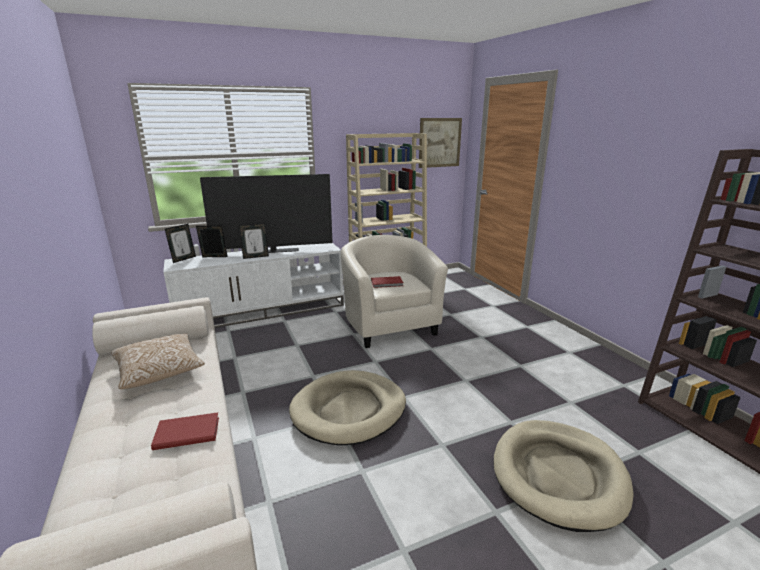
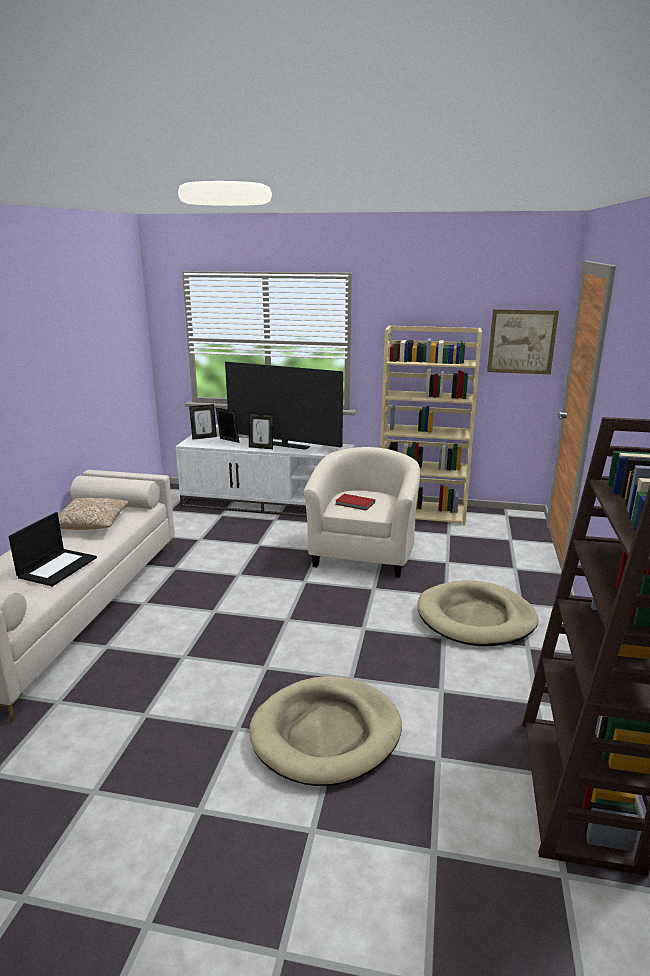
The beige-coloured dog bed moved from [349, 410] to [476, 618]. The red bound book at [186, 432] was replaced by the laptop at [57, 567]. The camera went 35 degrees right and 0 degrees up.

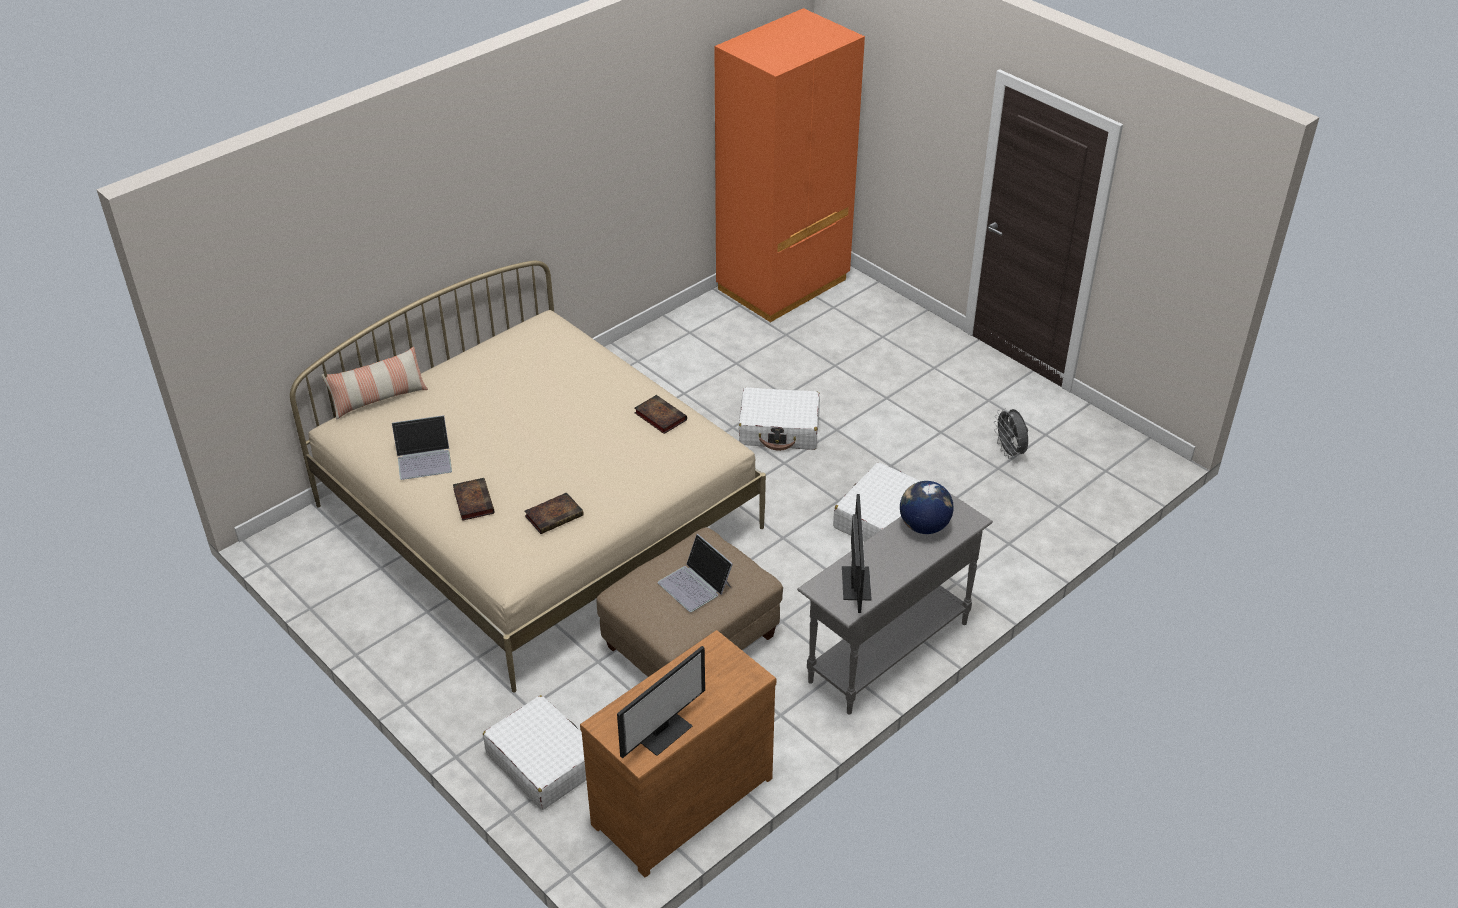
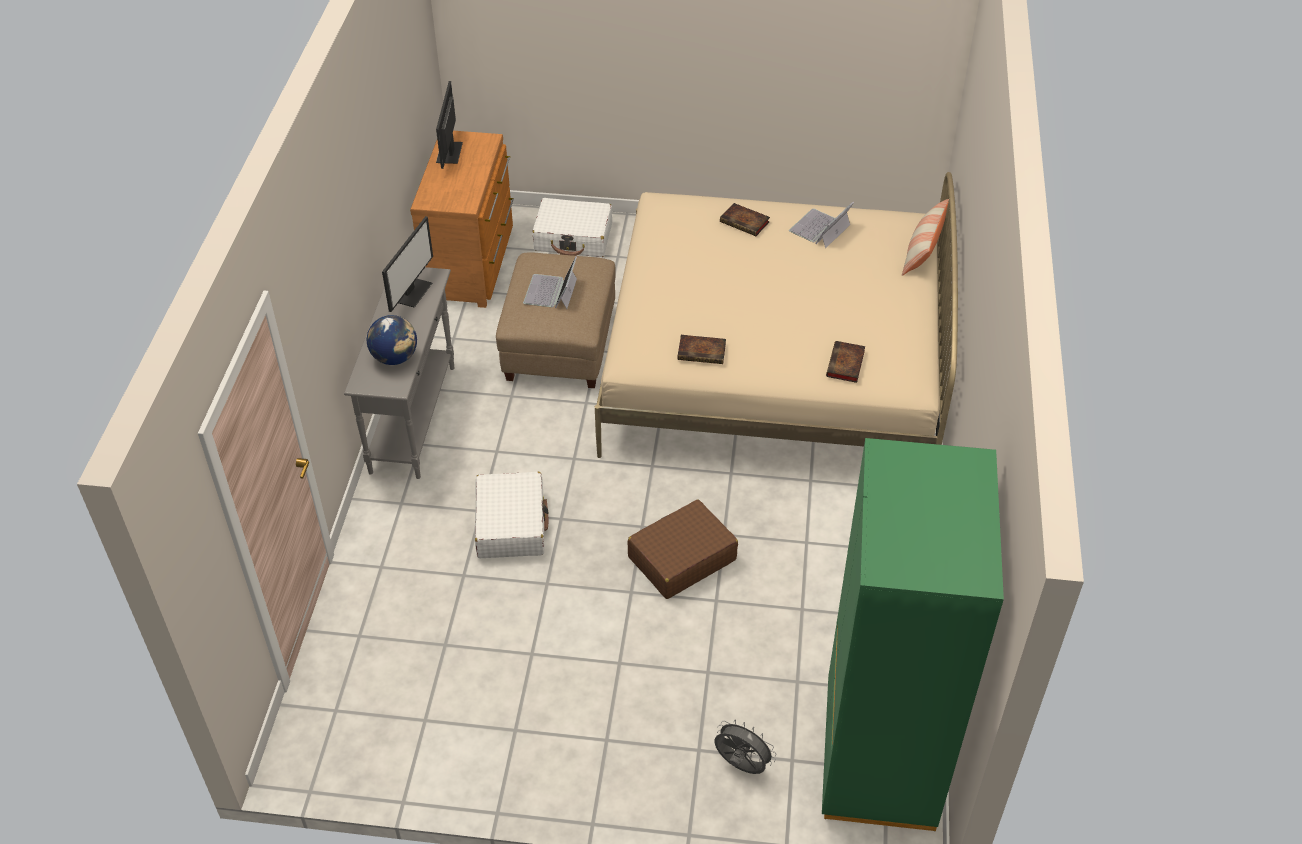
The orange-coloured wardrobe at [783, 285] became the greenish wardrobe at [879, 756]. The white suitcase at [779, 429] became the brown suitcase at [681, 558]. The gray cooling fan moved from [1010, 452] to [740, 766]. The bound book moved from [555, 515] to [845, 365]. The computer screen at [855, 583] turned 120 degrees counterclockwise. The laptop at [695, 584] turned 90 degrees counterclockwise. The camera went 140 degrees right and 5 degrees up.

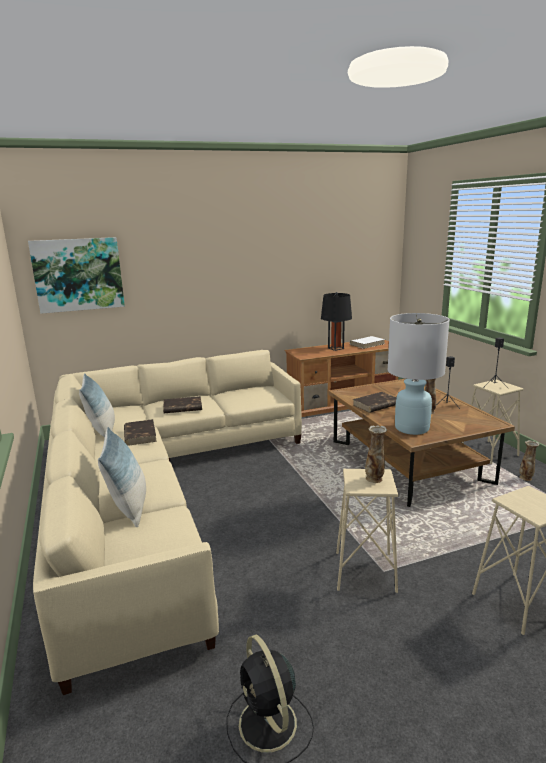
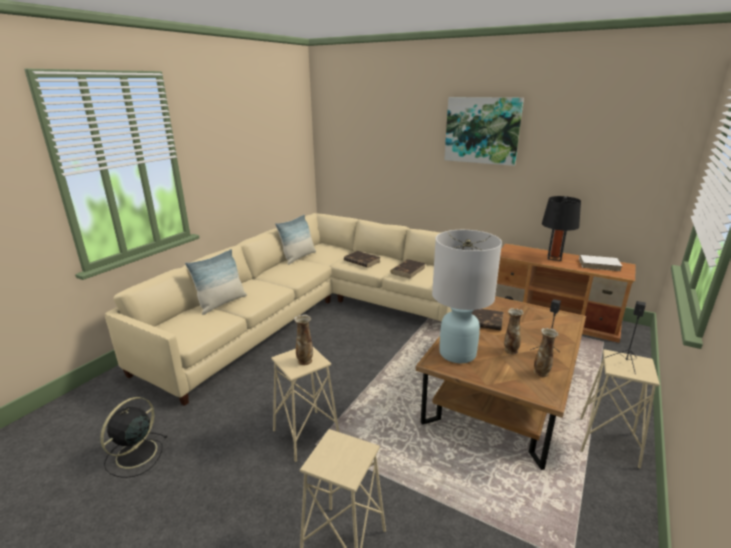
The picture moved from [78, 274] to [482, 130]. The brown bound book moved from [140, 434] to [408, 270]. The decorative vase moved from [526, 478] to [541, 373]. The camera went 50 degrees right and 5 degrees up.

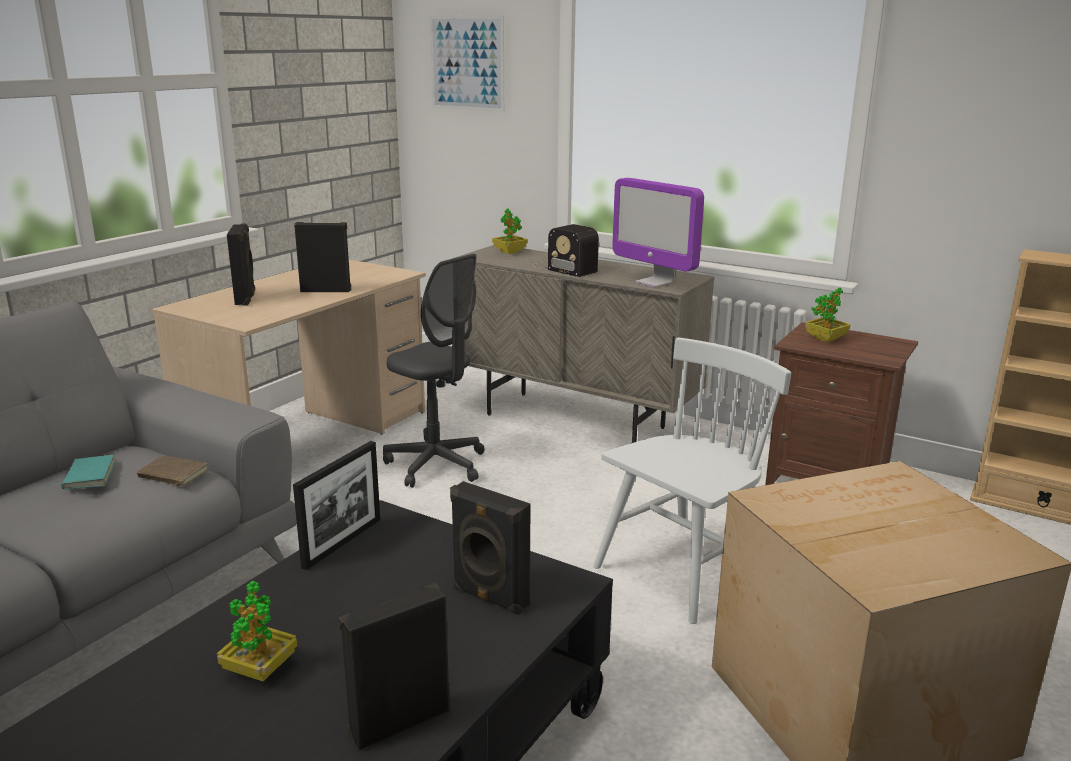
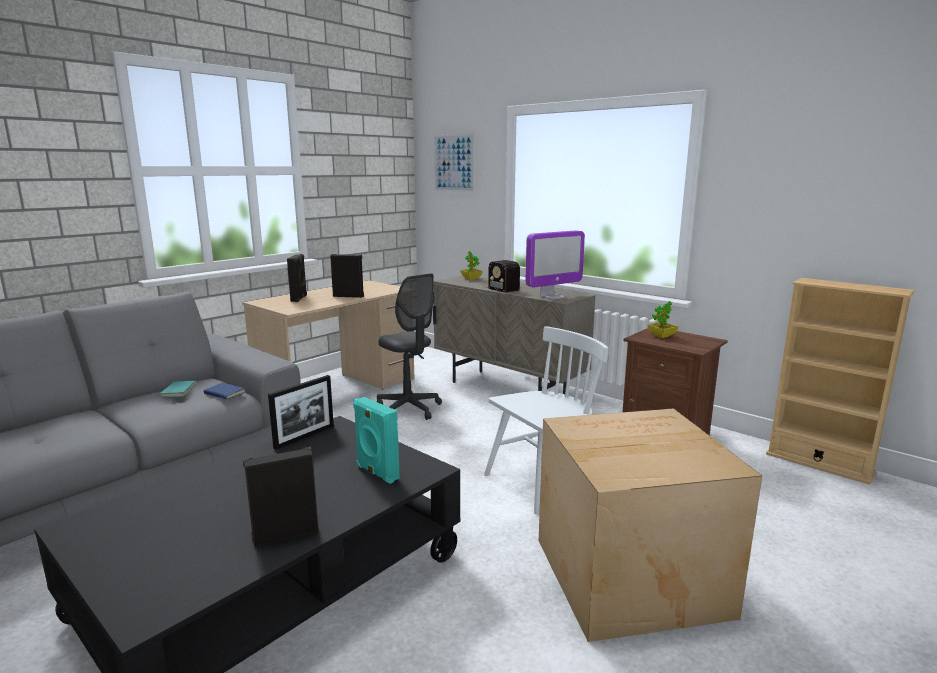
The computer screen at [654, 282] turned 90 degrees counterclockwise. The brown bound book at [171, 475] became the blue-coloured bound book at [223, 394]. The black audio speaker at [489, 598] became the turquoise-coloured audio speaker at [376, 473]. The potted plant at [260, 669] disappeared. The camera went 10 degrees right and 5 degrees down.

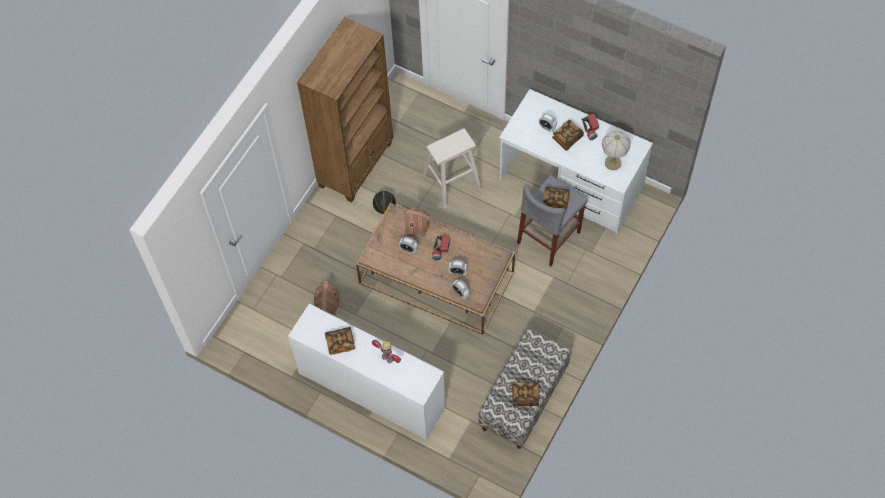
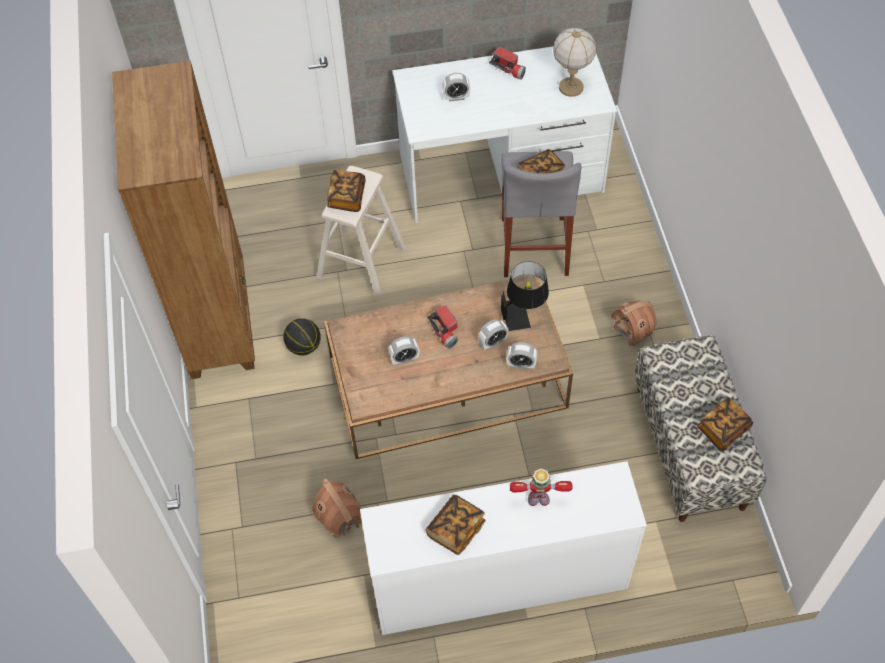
The bound book moved from [567, 138] to [347, 197]. The miniature house moved from [417, 227] to [632, 330]. The black lamp for a table at [523, 313] appeared. The camera went 40 degrees left and 5 degrees down.

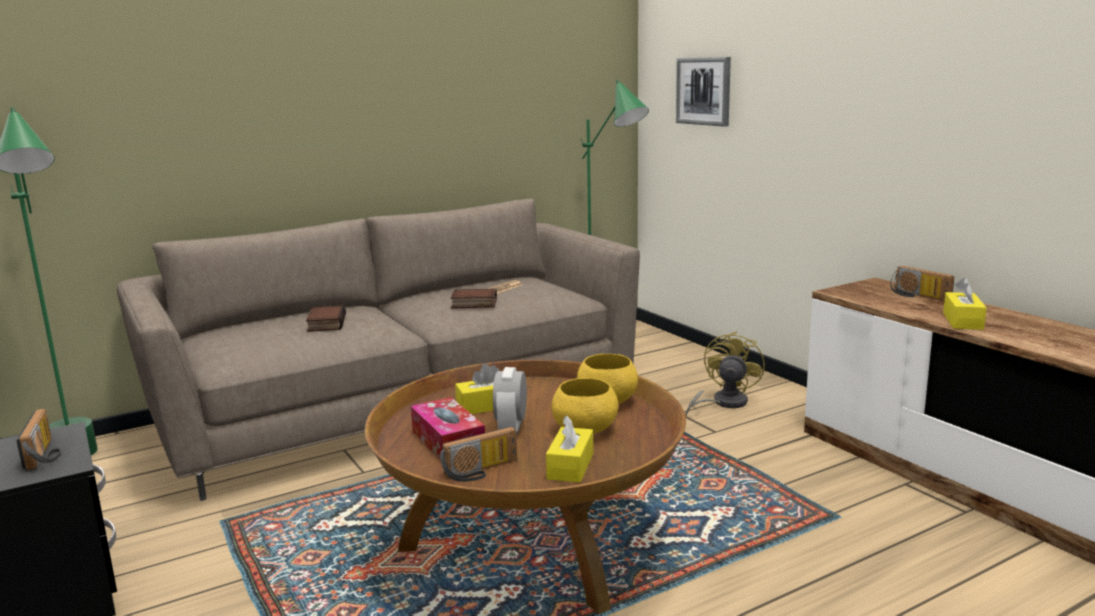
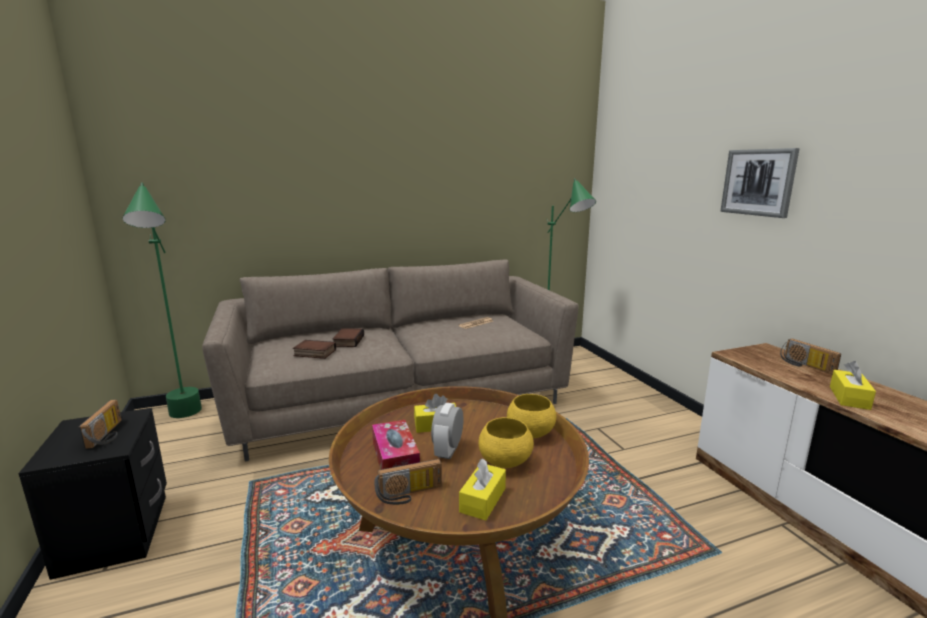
The picture moved from [704, 91] to [758, 182]. The bound book moved from [473, 304] to [314, 353]. The yellowish cooling fan at [723, 403] disappeared. The camera went 10 degrees right and 0 degrees up.

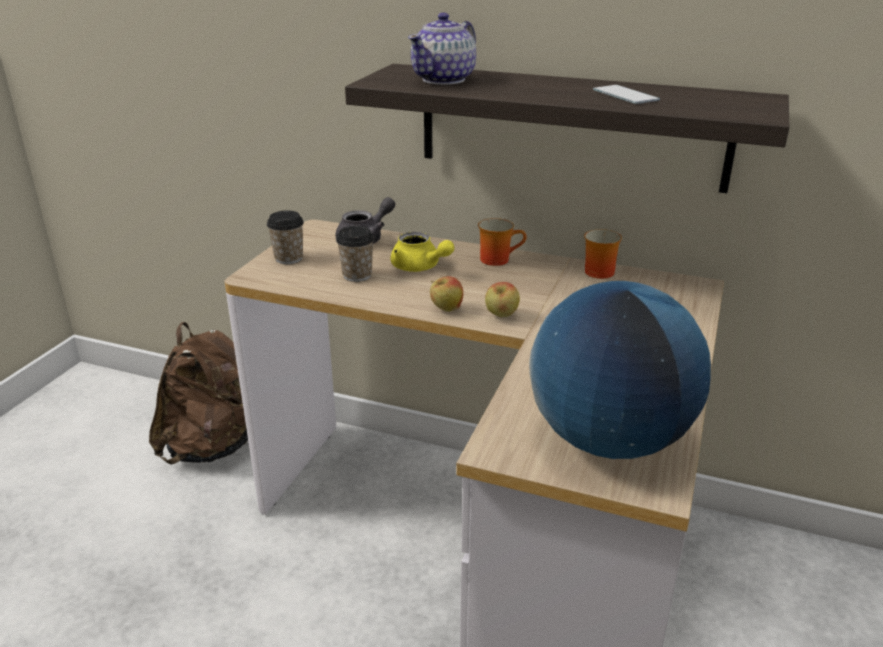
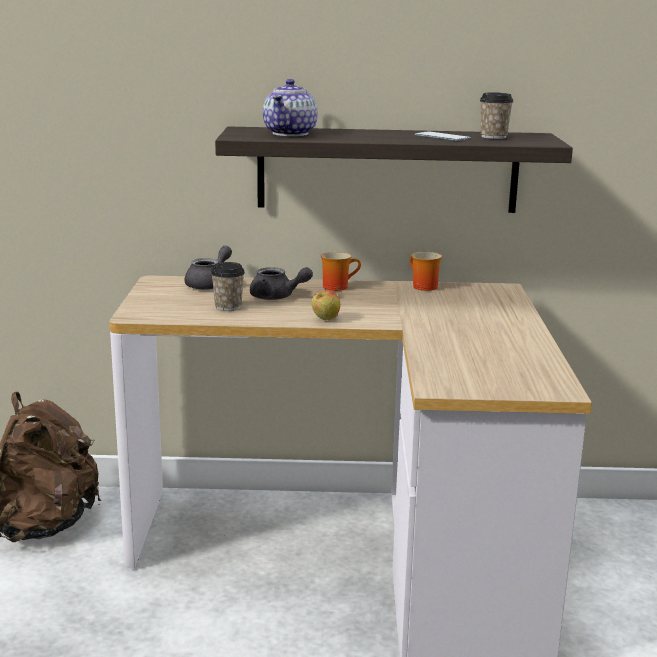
The cup moved from [288, 258] to [493, 137]. The yellowish teapot at [419, 267] became the gray teapot at [277, 297]. The globe at [608, 440] disappeared. The apple at [501, 316] disappeared. The camera went 20 degrees left and 10 degrees down.

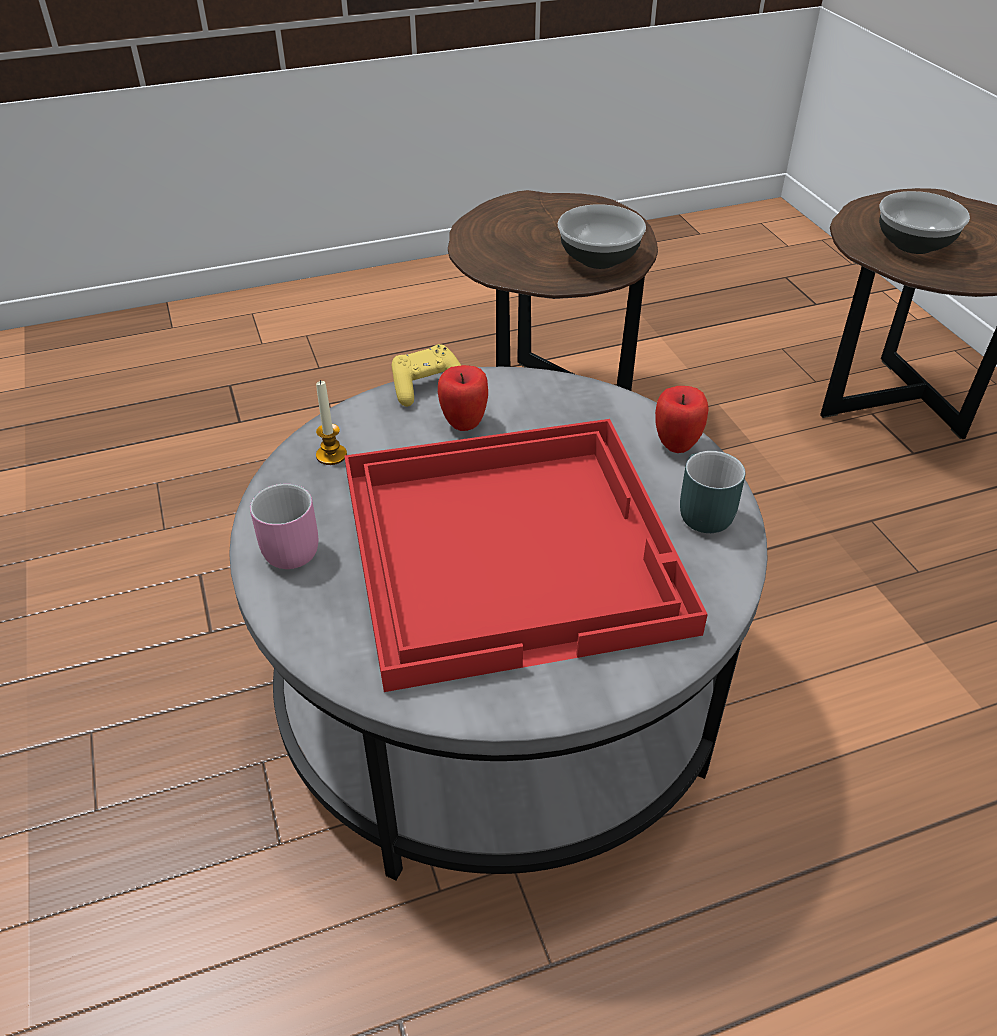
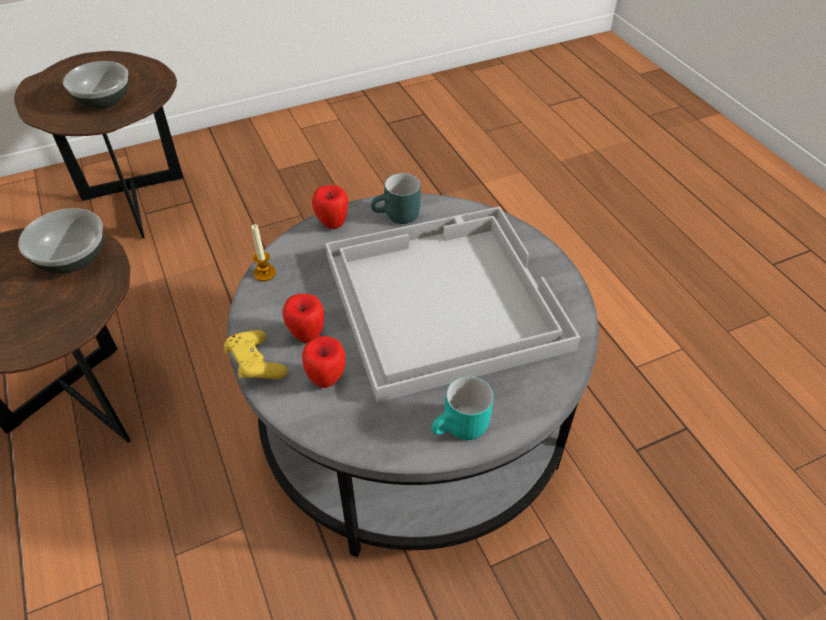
The wax candle moved from [331, 455] to [264, 273]. The red carrying tray at [512, 546] became the white carrying tray at [441, 299]. The pinkish tea mug at [283, 546] became the turquoise-coloured tea mug at [462, 429]. The apple at [326, 380] appeared. The camera went 95 degrees left and 5 degrees up.

